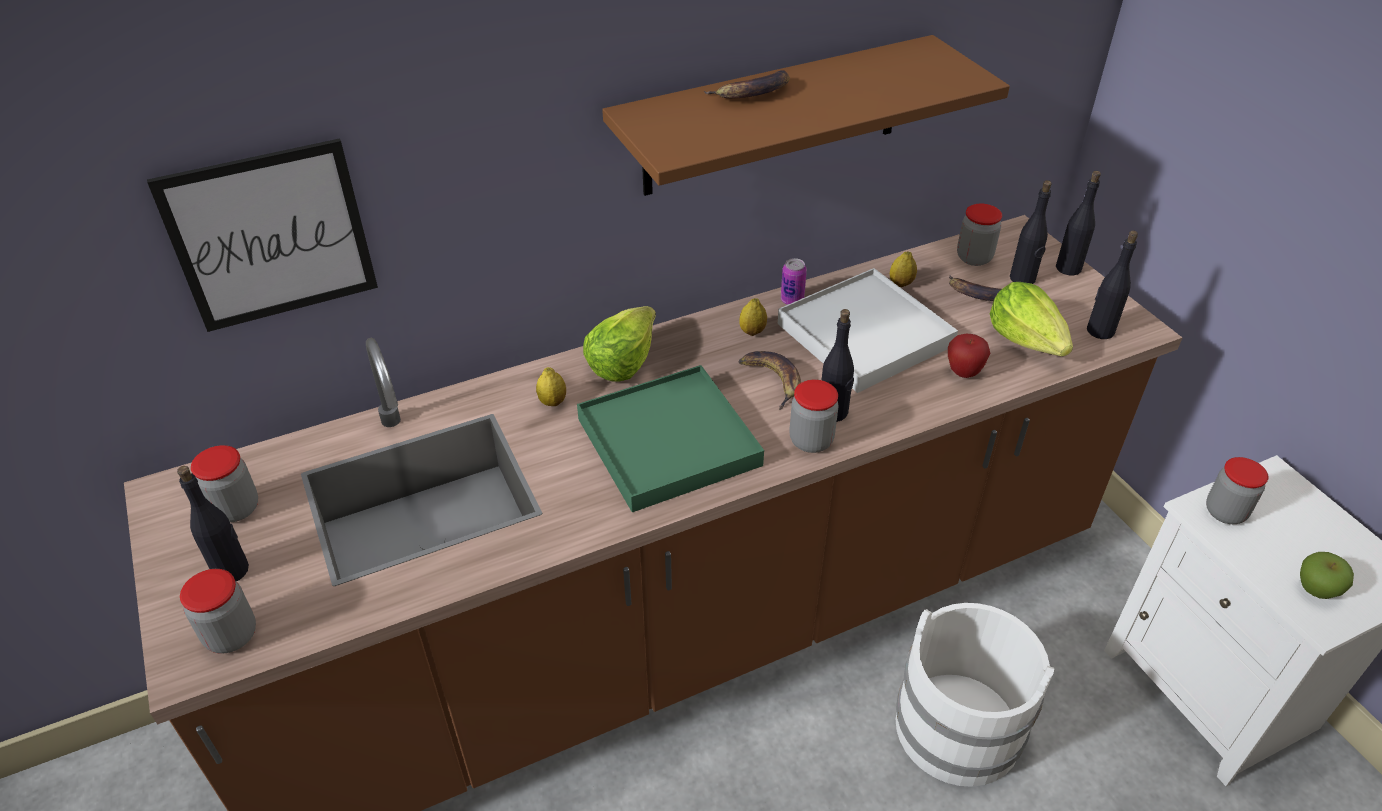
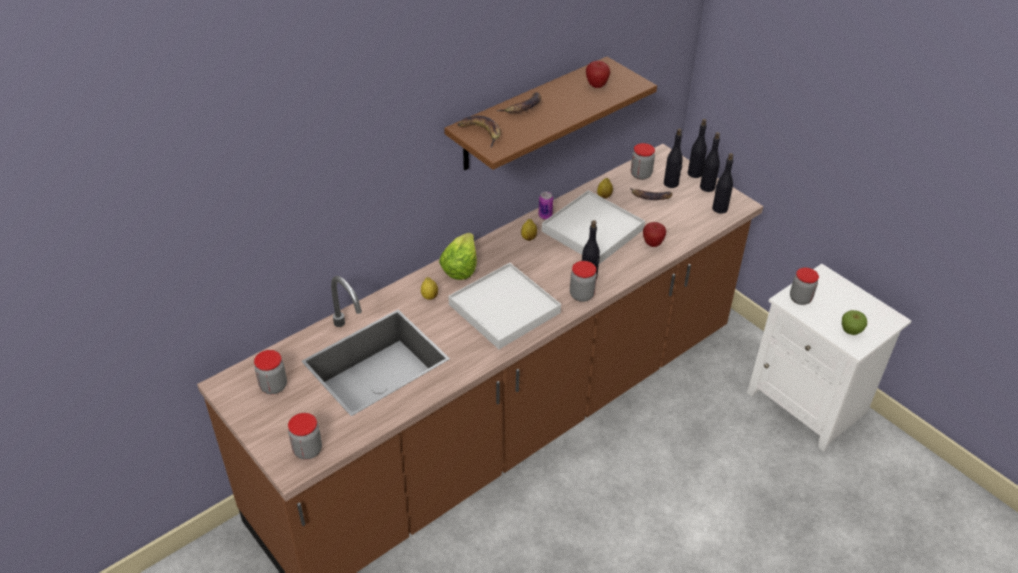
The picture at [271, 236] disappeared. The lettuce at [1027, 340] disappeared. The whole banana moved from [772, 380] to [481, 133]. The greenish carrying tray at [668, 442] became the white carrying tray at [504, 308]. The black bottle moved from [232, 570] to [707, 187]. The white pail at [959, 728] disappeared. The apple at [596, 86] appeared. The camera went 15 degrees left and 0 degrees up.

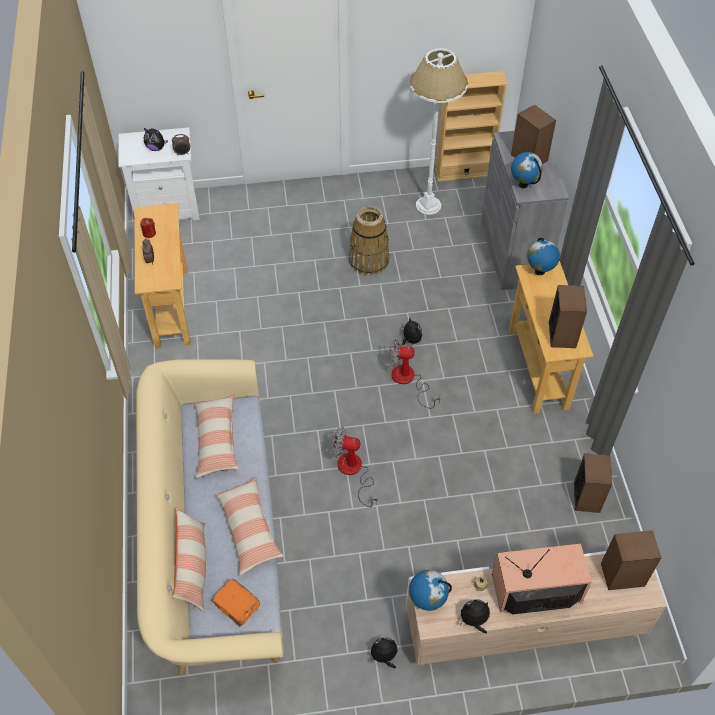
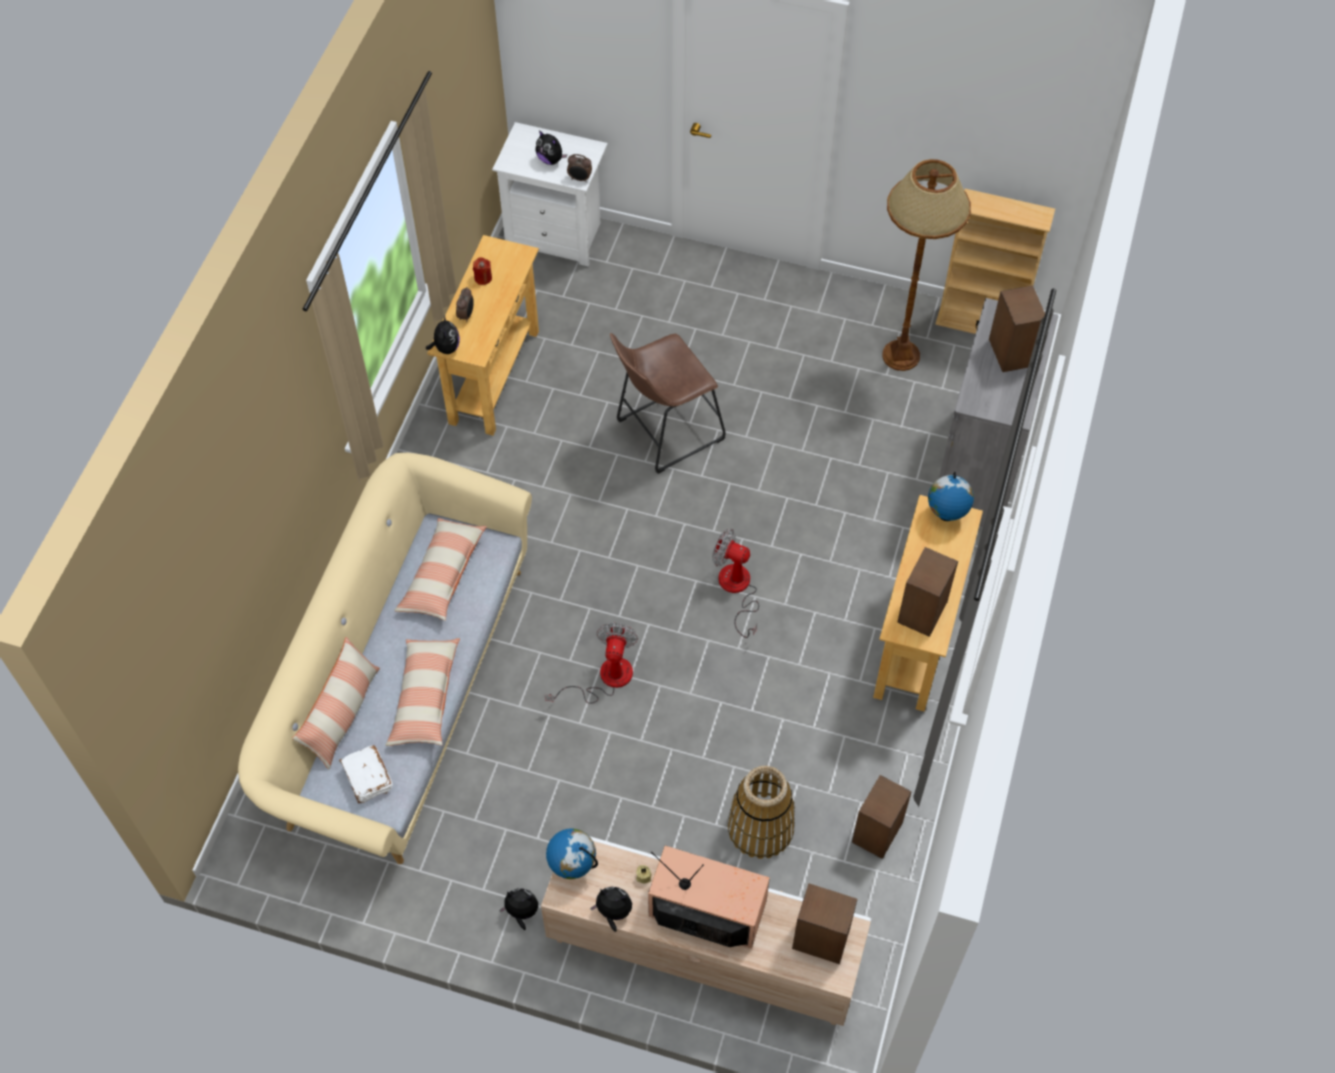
The white floor lamp at [428, 205] became the brown floor lamp at [901, 355]. The globe at [523, 185] disappeared. The household basket moved from [368, 260] to [760, 827]. The soft toy moved from [410, 340] to [446, 348]. The cooling fan at [353, 472] turned 60 degrees clockwise. The orange-coloured bound book at [237, 606] became the white bound book at [367, 779]. The brown stool seat at [664, 432] appeared. The camera went 25 degrees right and 5 degrees up.

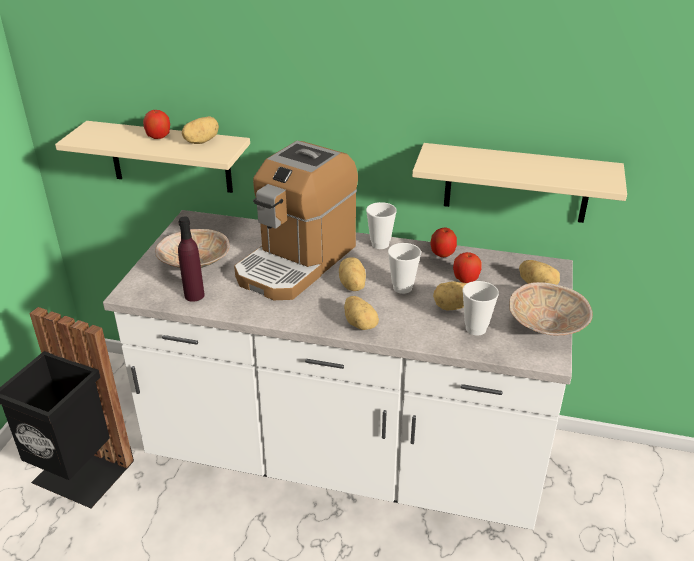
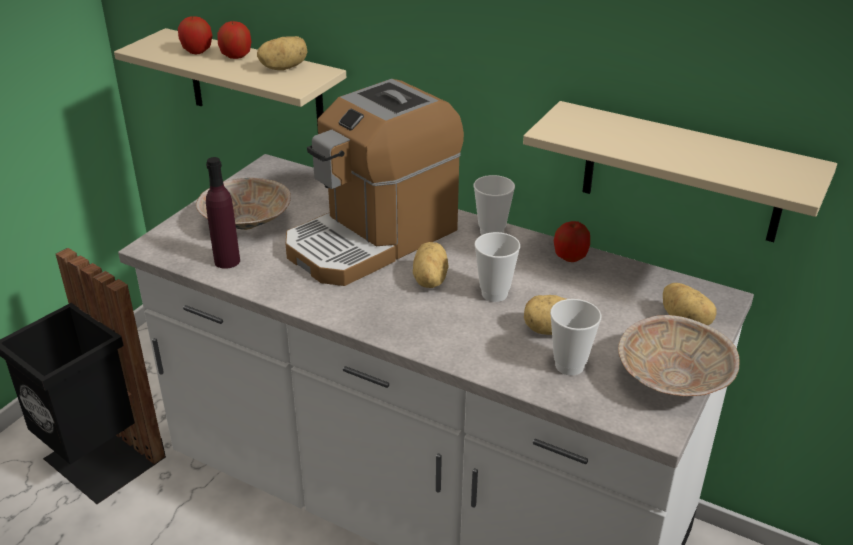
The apple moved from [465, 279] to [197, 51]. The whole potato at [361, 324] disappeared. The camera went 15 degrees right and 0 degrees up.

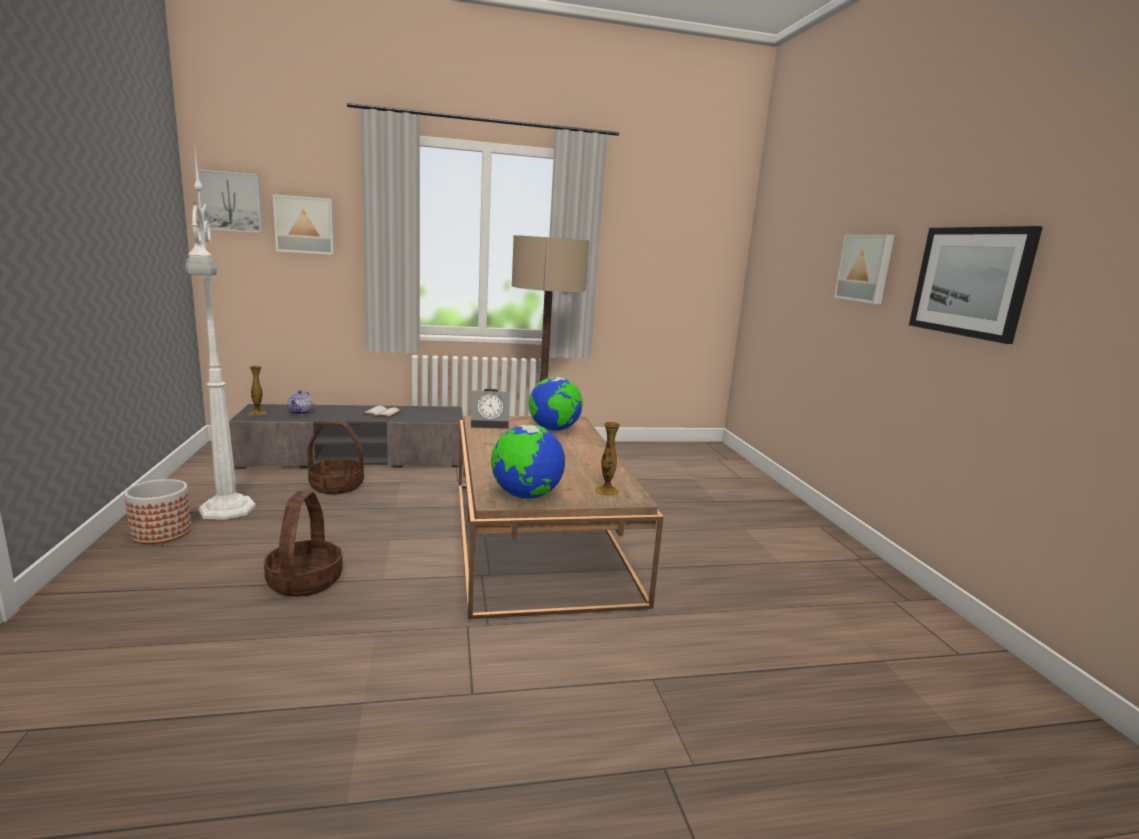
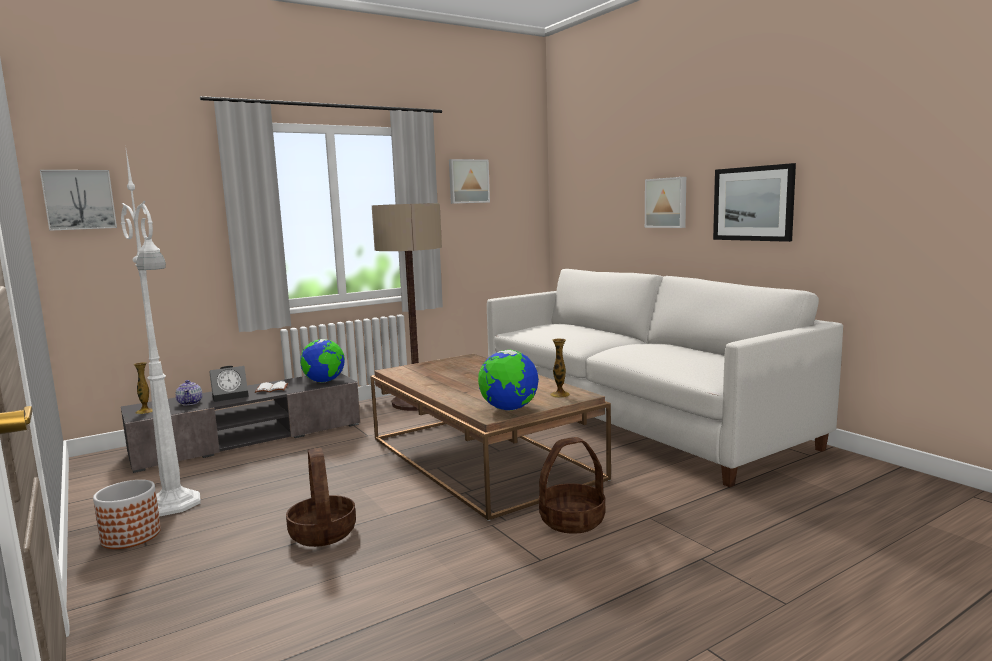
The picture moved from [305, 225] to [468, 181]. The globe moved from [554, 430] to [324, 381]. The bedside clock moved from [491, 424] to [231, 396]. The household basket moved from [336, 486] to [572, 521]. The white settee at [634, 417] appeared. The camera went 20 degrees left and 5 degrees down.

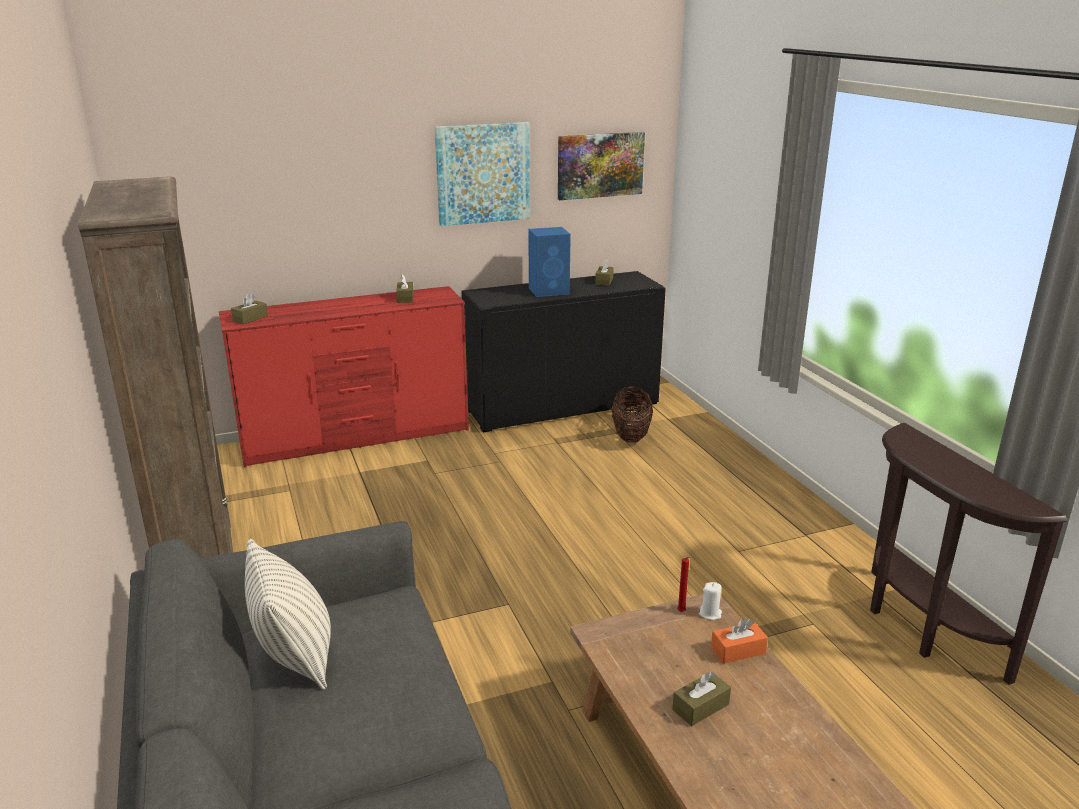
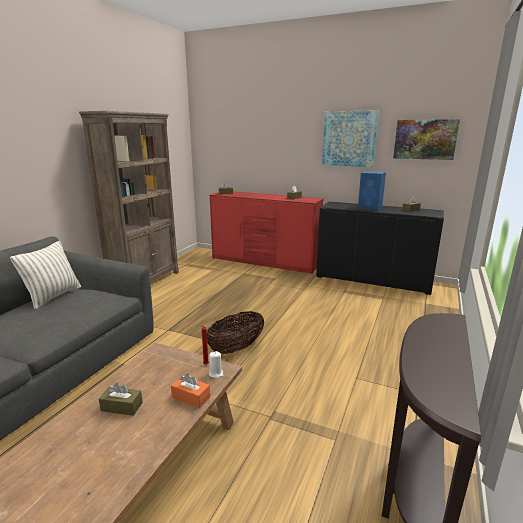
The household basket moved from [631, 435] to [236, 348]. The camera went 45 degrees right and 5 degrees down.

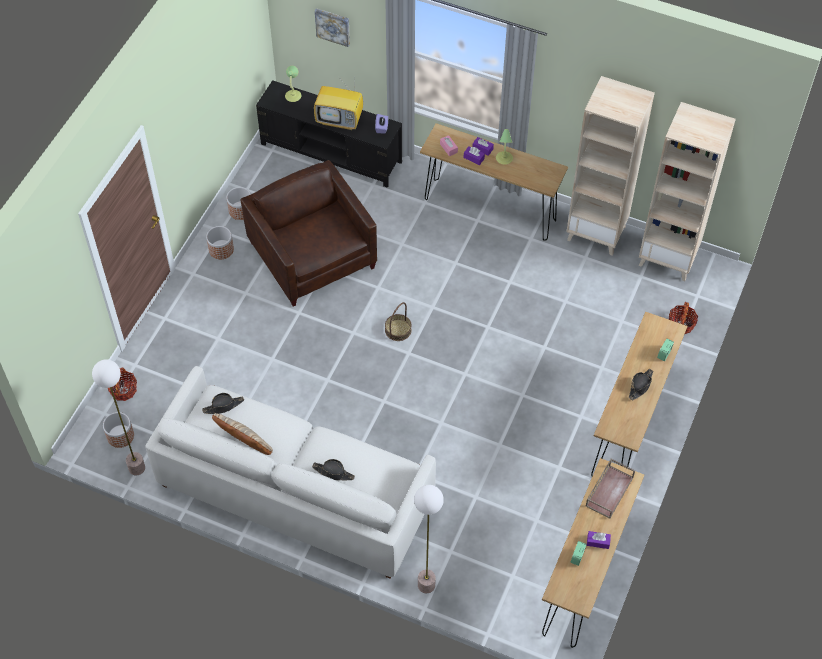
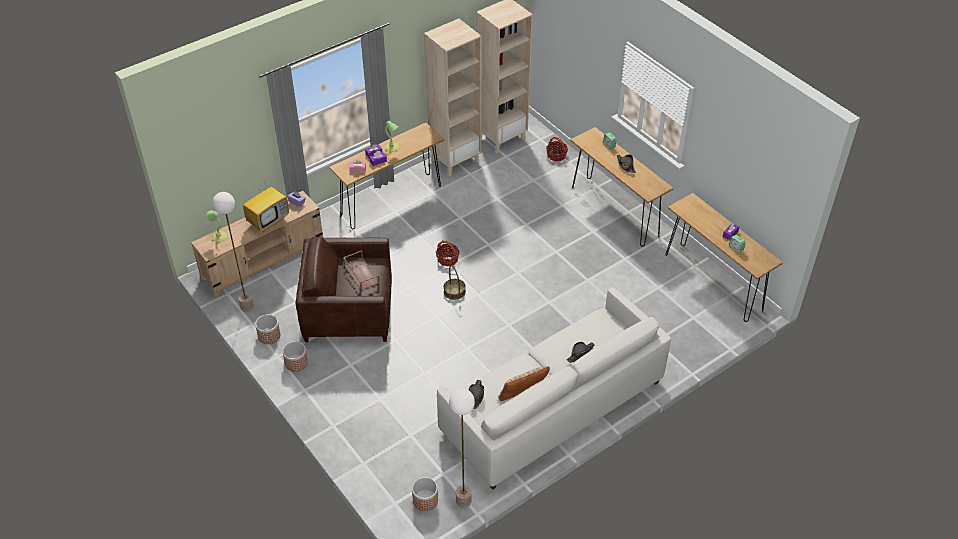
The picture at [333, 26] disappeared. The black tv unit at [331, 153] became the beige-coloured tv unit at [264, 261]. The household basket moved from [123, 390] to [447, 259]. The brown carrying tray moved from [609, 491] to [361, 274]. The floor lamp moved from [426, 585] to [247, 307]. The camera went 60 degrees left and 10 degrees down.

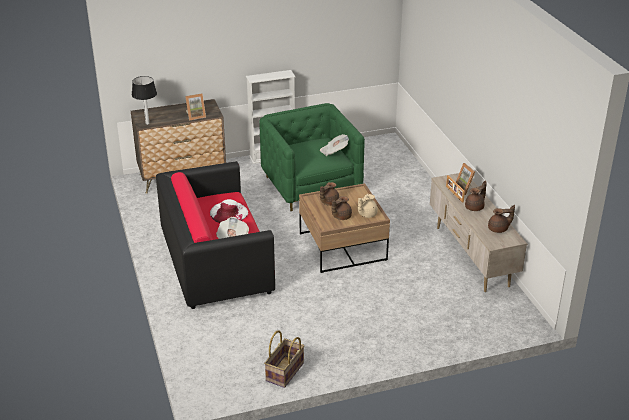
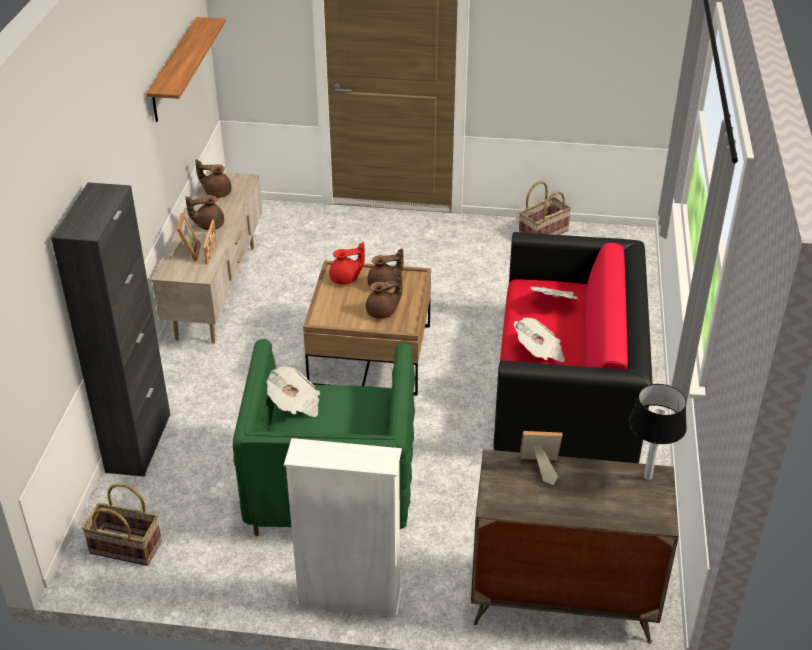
The beige-coloured teapot at [366, 214] became the red teapot at [346, 279]. The white hat at [228, 212] was replaced by the daily paper at [539, 351]. The bracket shelf at [174, 70] appeared. The black cupboard at [138, 443] appeared. The household basket at [125, 548] appeared. The camera went 155 degrees left and 5 degrees up.

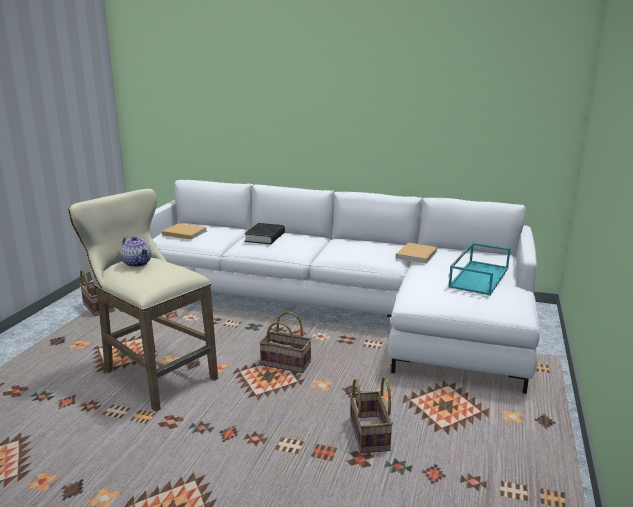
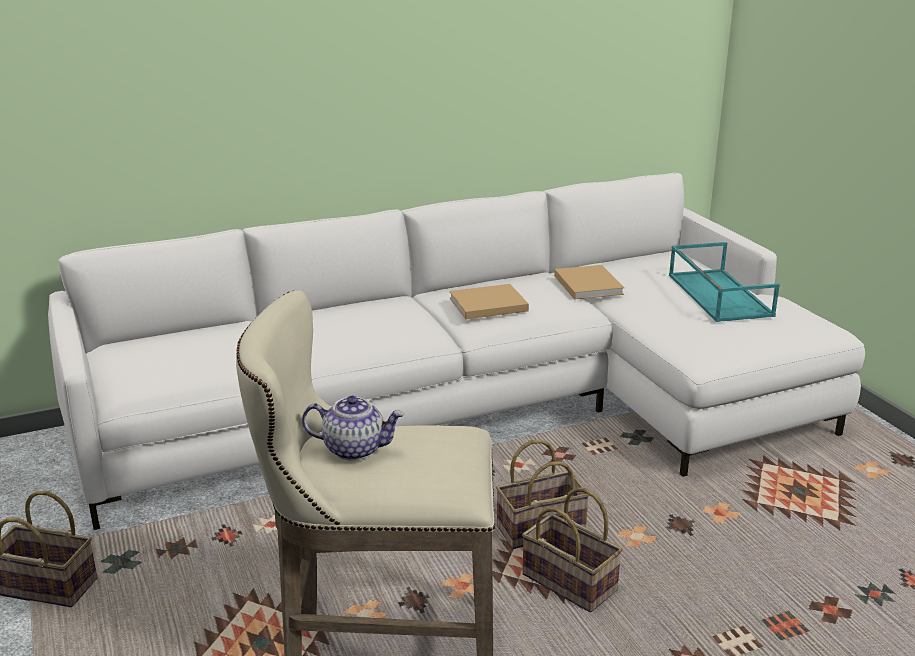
The beige-coloured bound book moved from [183, 233] to [486, 305]. The black bound book at [265, 237] disappeared. The household basket moved from [371, 436] to [572, 583]. The camera went 40 degrees left and 5 degrees up.

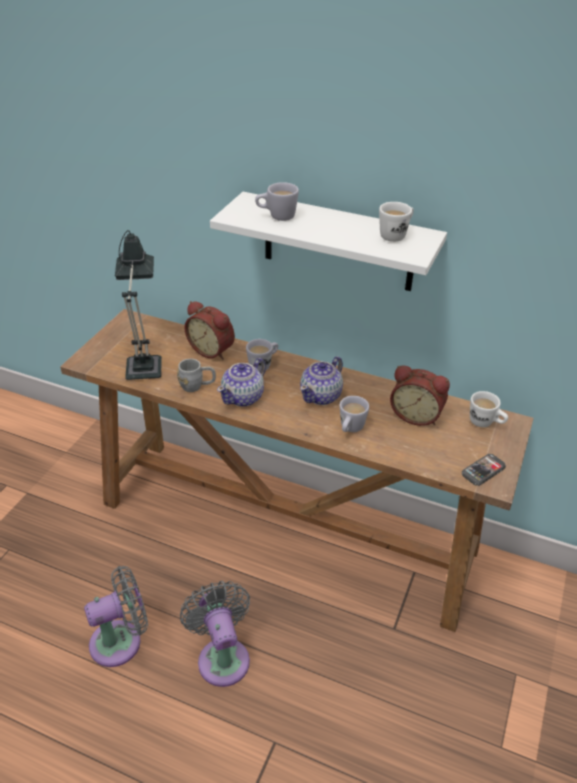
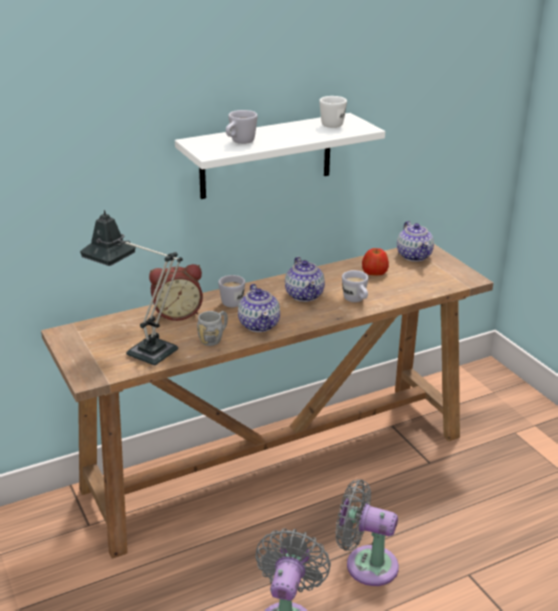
The bedside clock at [416, 415] was replaced by the apple at [374, 272]. The white tea mug at [485, 423] was replaced by the teapot at [414, 256]. The telephone at [483, 470] disappeared. The camera went 50 degrees left and 10 degrees down.

